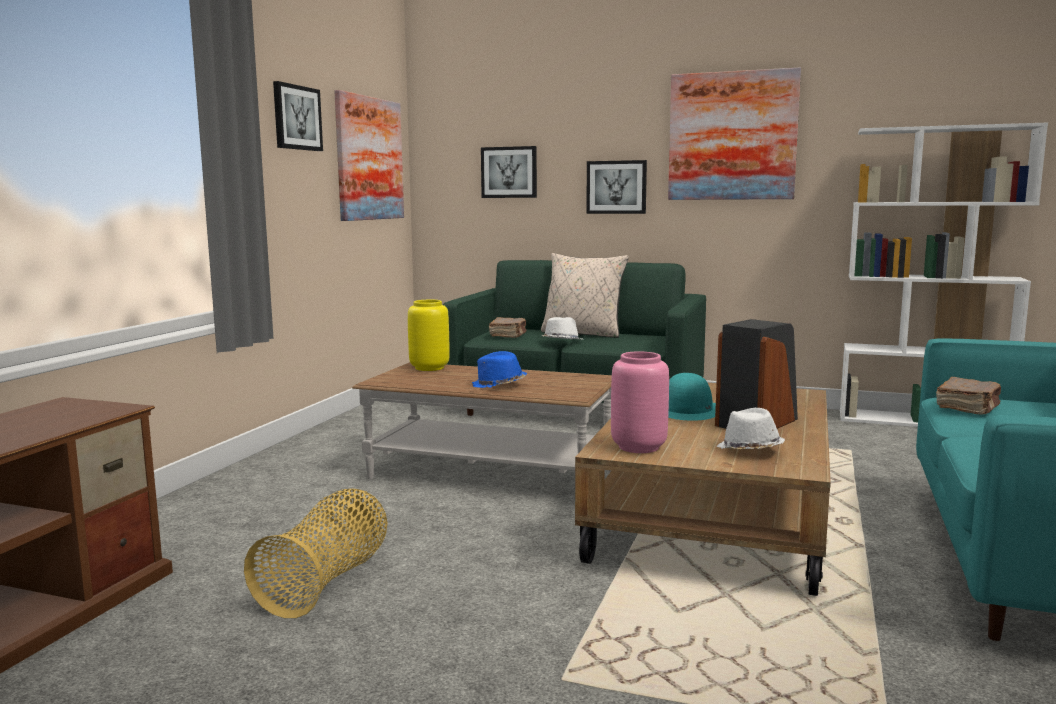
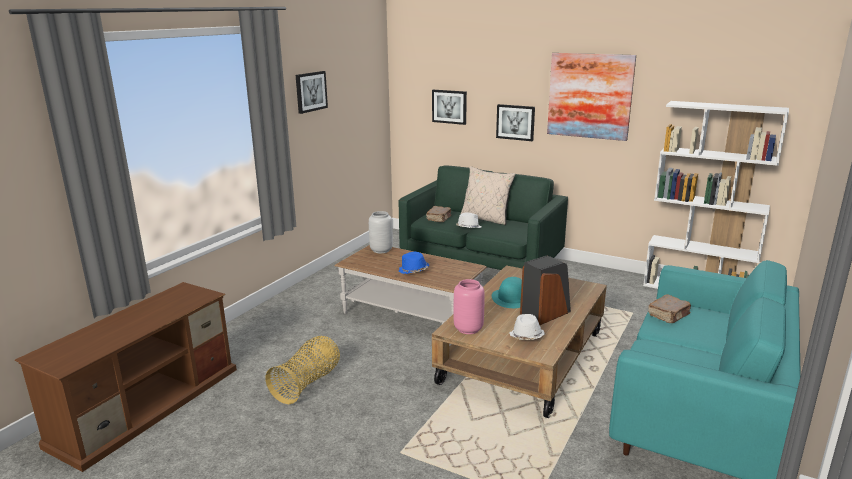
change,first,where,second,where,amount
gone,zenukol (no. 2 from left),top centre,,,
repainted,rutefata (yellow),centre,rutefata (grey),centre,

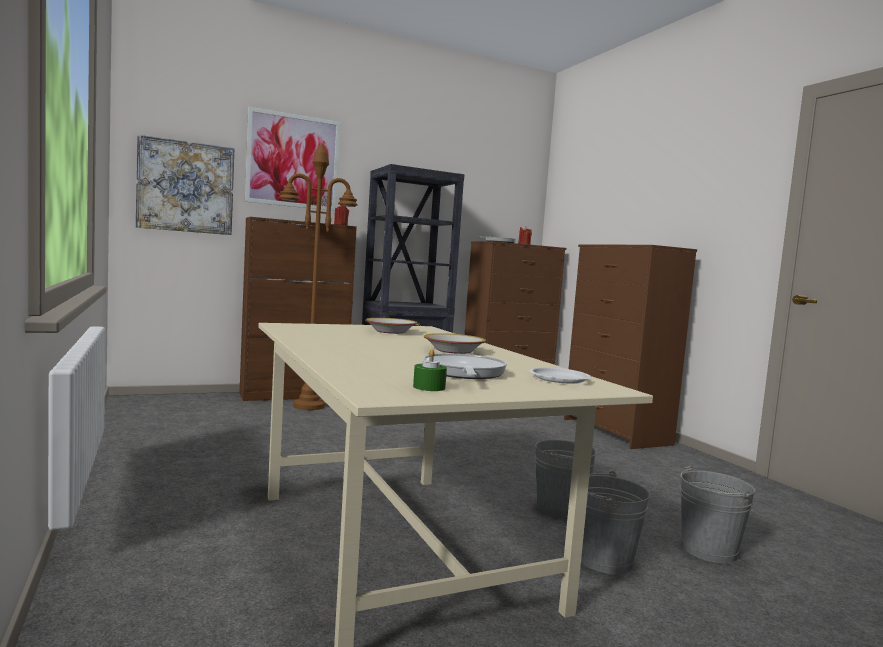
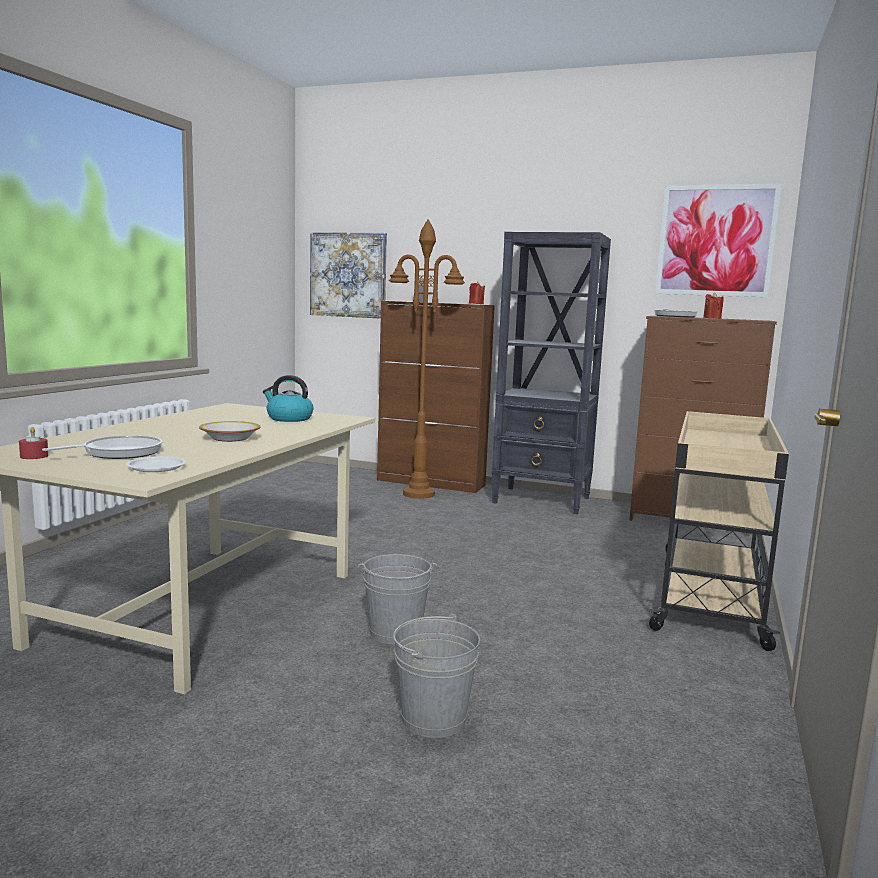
change,first,where,second,where,amount
shifted,zenukol (no. 2 from left),top left,,top right,
swapped,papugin (no. 1 from left),centre,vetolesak,middle left,
repainted,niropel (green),centre,niropel (red) (no. 1 from left),middle left,
swapped,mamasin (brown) (no. 2 from left),middle right,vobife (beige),middle right,
gone,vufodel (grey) (no. 2 from left),bottom right,,,

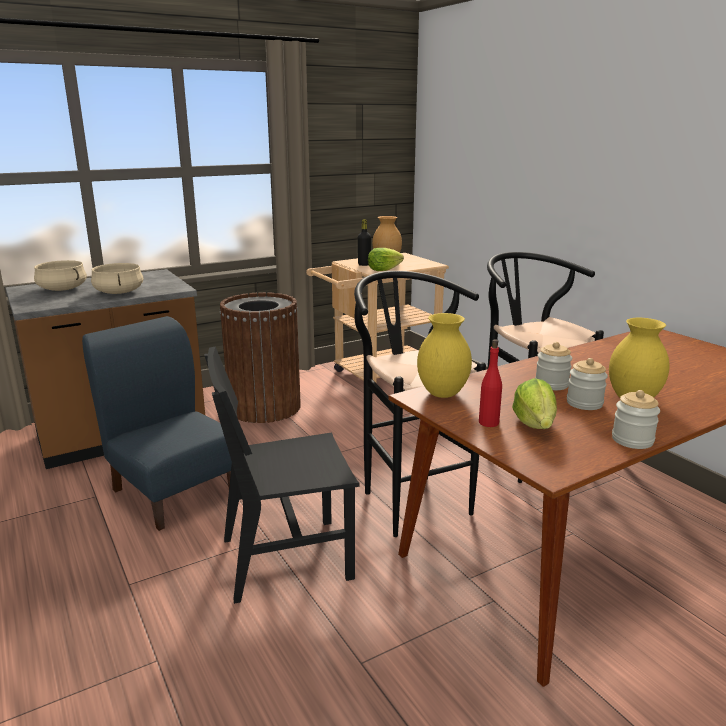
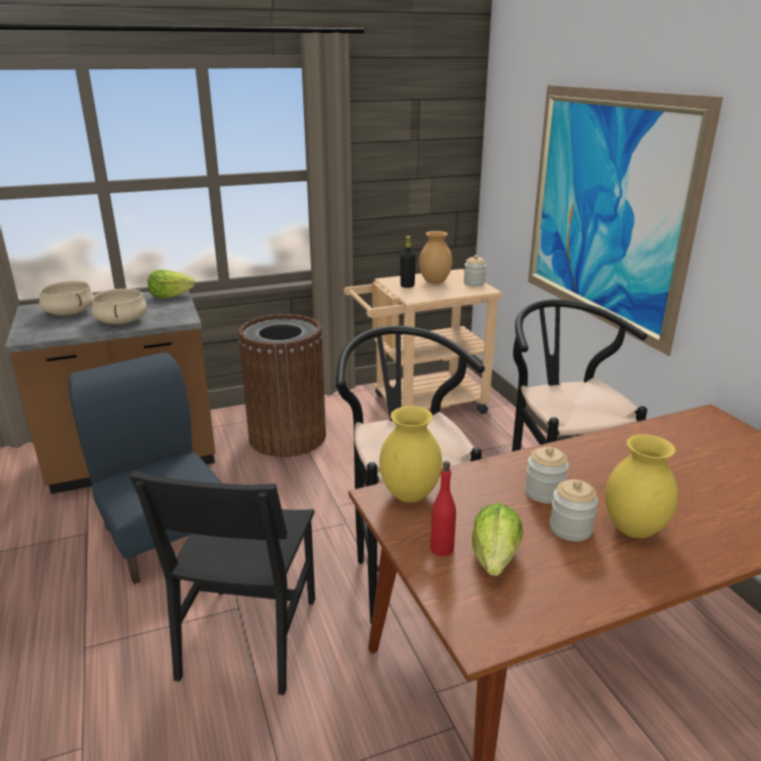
change,first,where,second,where,amount
rotated,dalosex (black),centre,,bottom left,75 degrees counterclockwise
shifted,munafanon (no. 1 from left),centre,,middle left,
shifted,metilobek (no. 3 from left in the first image),middle right,metilobek (no. 1 from left),centre,
new,,,zenukol,top right,

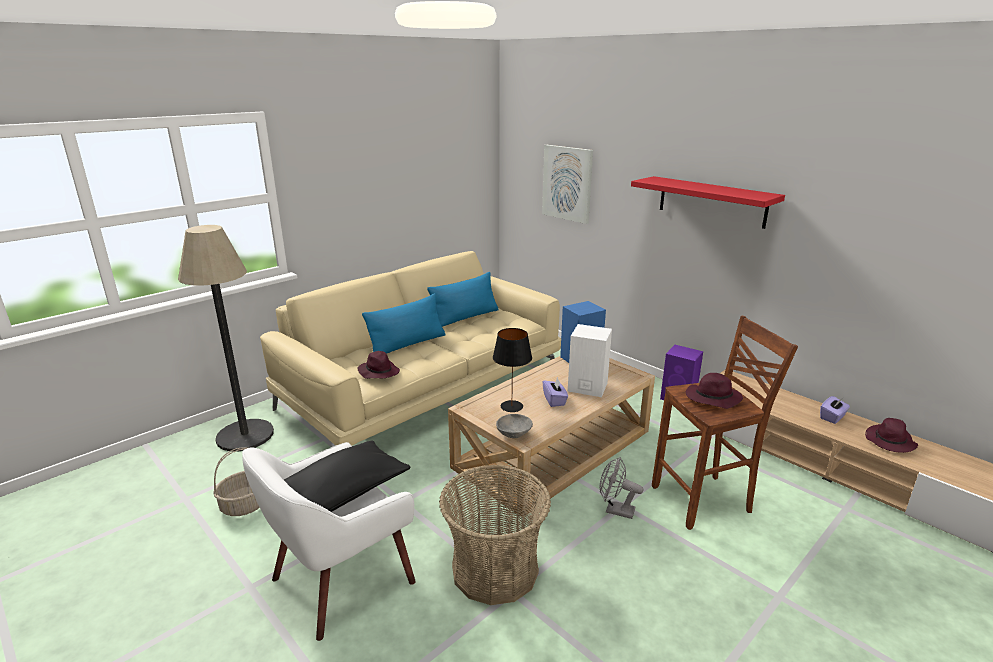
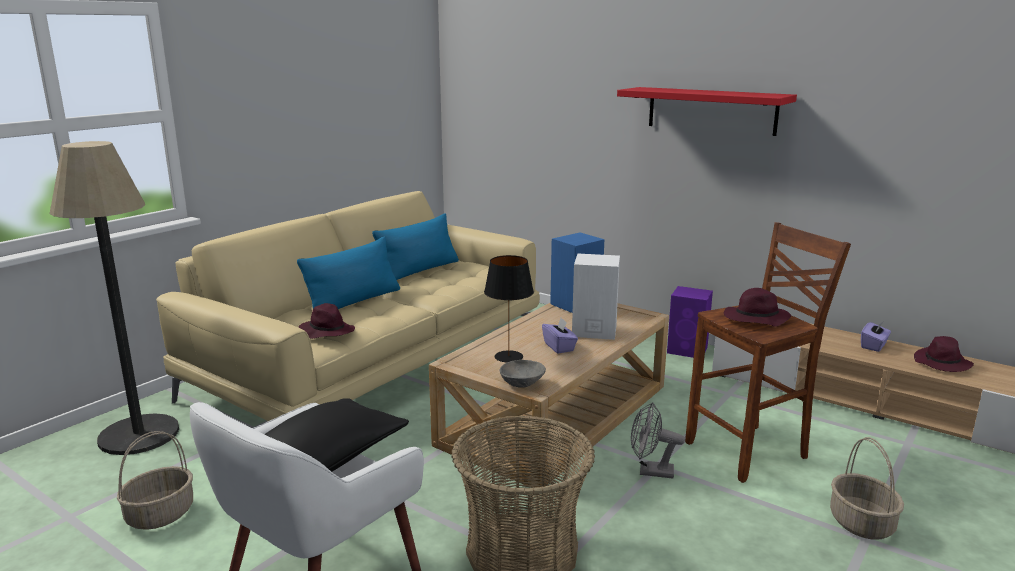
change,first,where,second,where,amount
gone,zenukol,top centre,,,
new,,,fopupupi (no. 3 from left),bottom right,

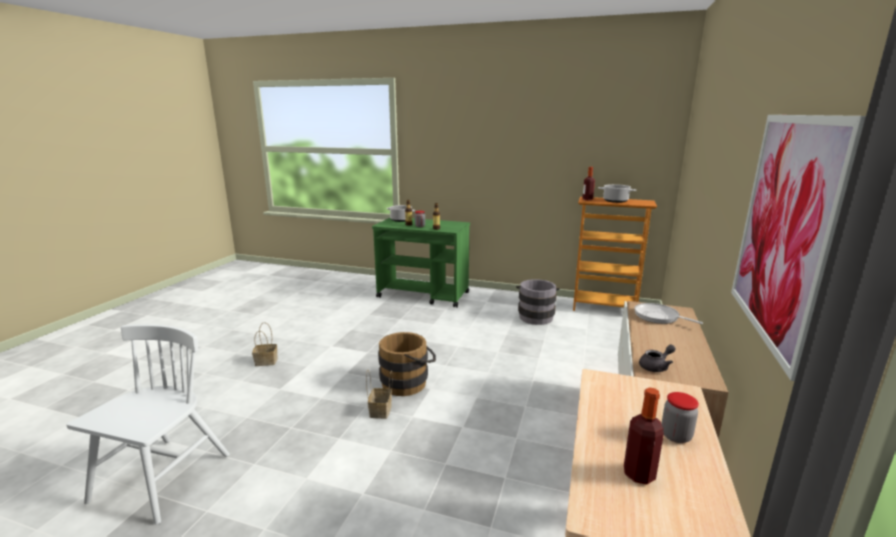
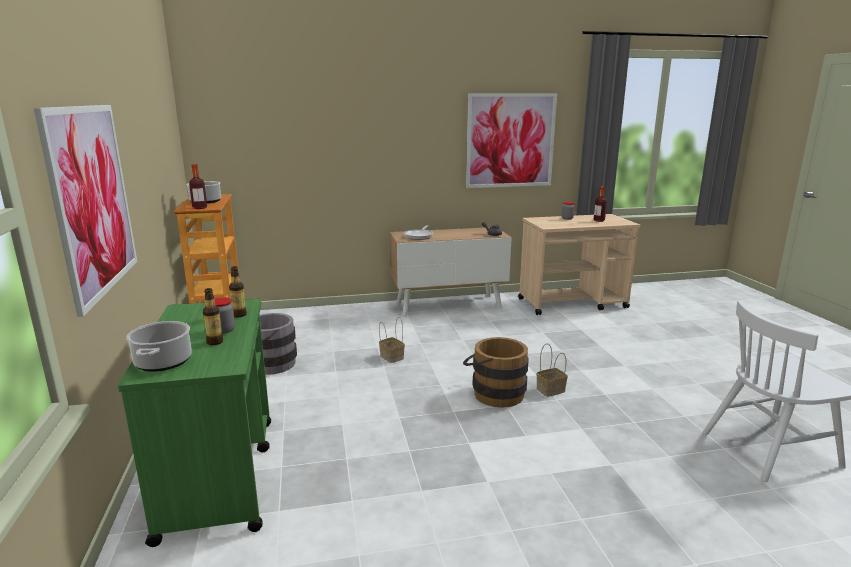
change,first,where,second,where,amount
shifted,fopupupi (no. 1 from left),middle left,,centre,
new,,,zenukol (no. 1 from left),middle left,

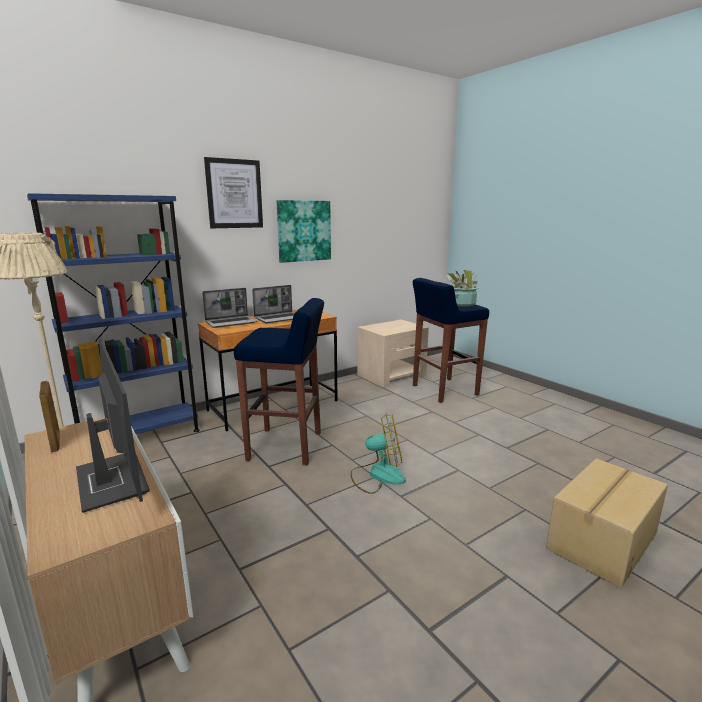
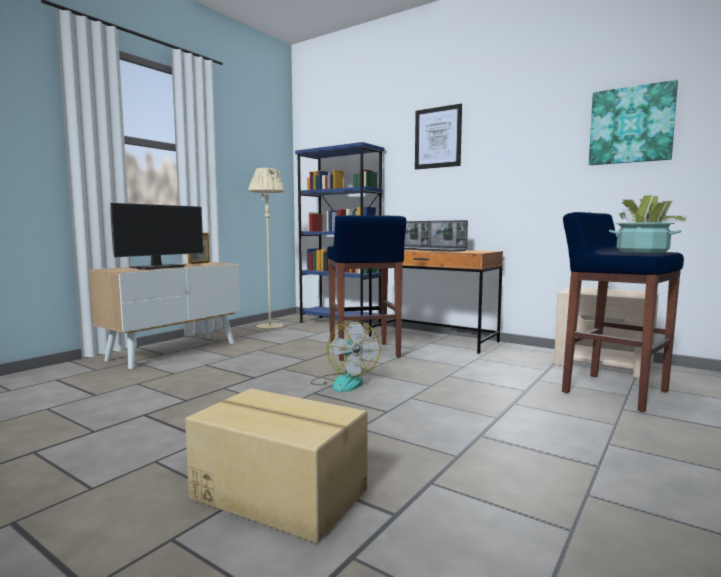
change,first,where,second,where,amount
shifted,zenukol (no. 2 from left),top centre,,top right,

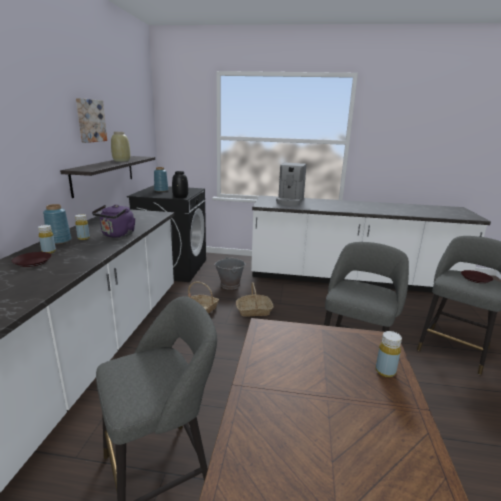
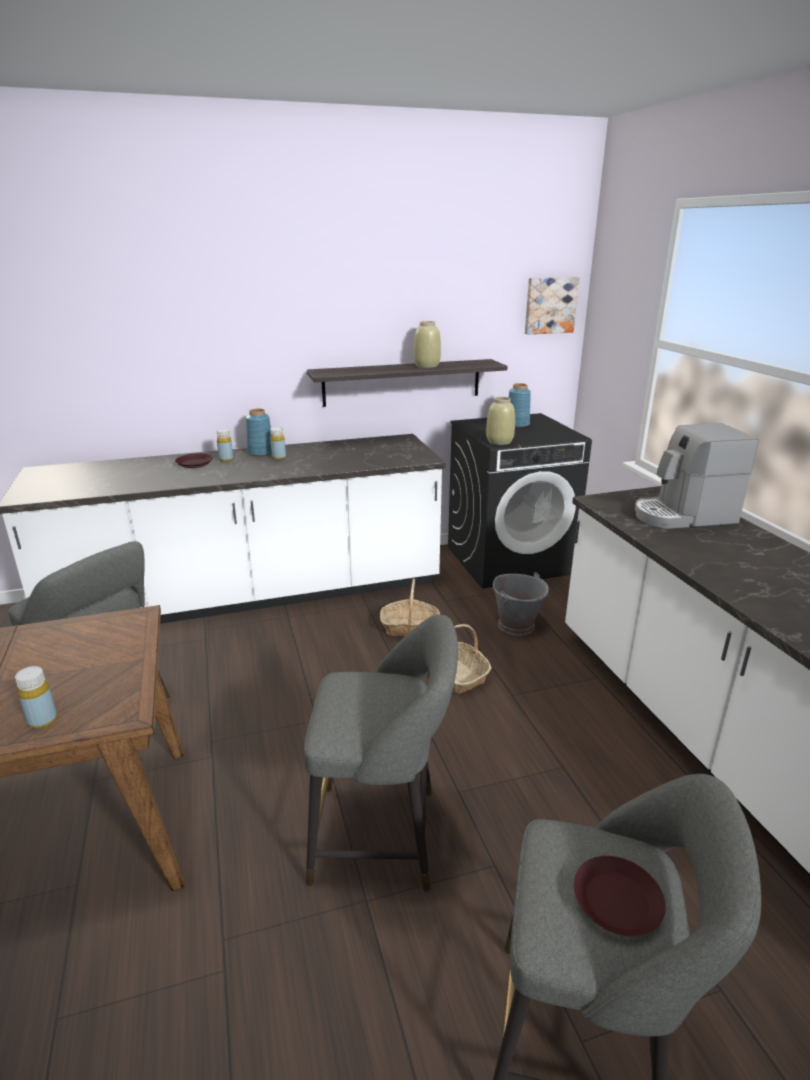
change,first,where,second,where,amount
shifted,zenukol,top left,,top right,
gone,vetolesak (purple),middle left,,,
repainted,rutefata (black),centre,rutefata (beige) (no. 2 from left),centre,

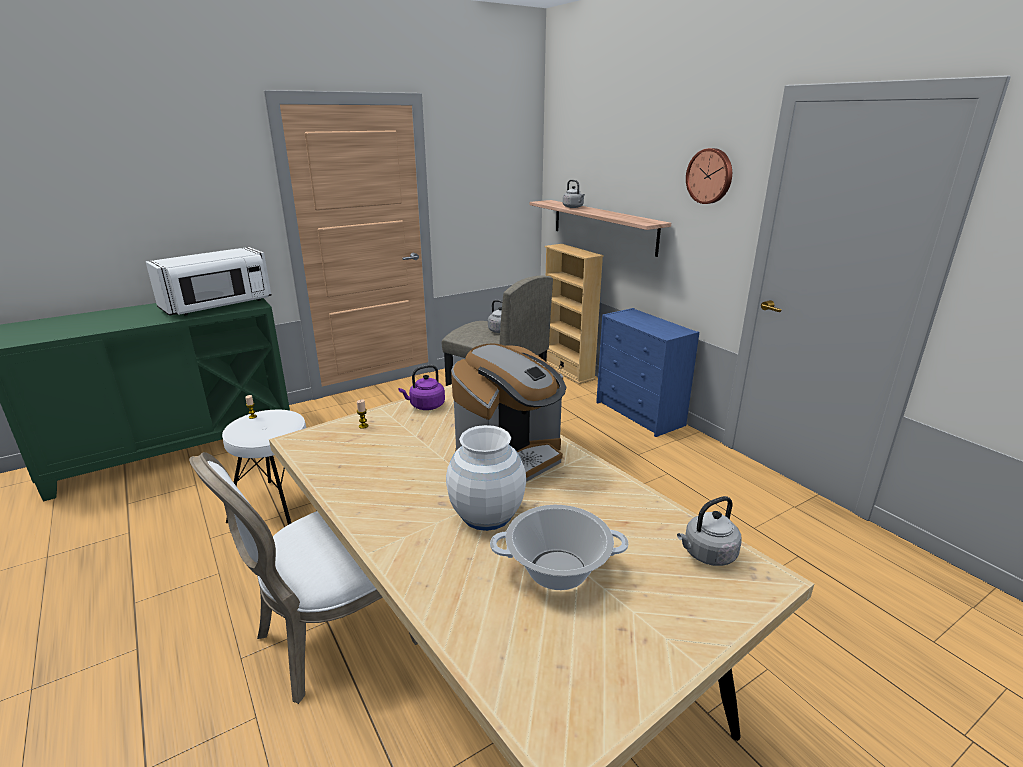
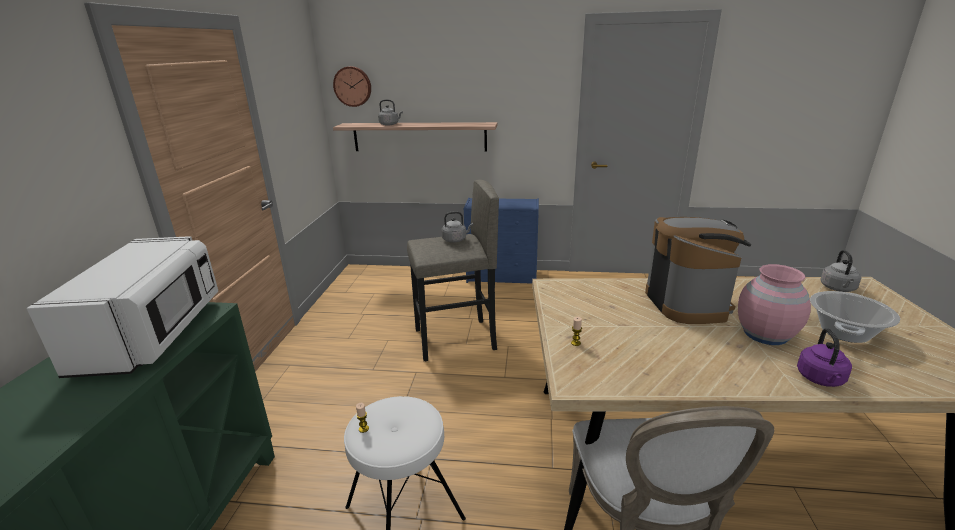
change,first,where,second,where,amount
shifted,vetolesak (purple),centre,,bottom right,
repainted,rutefata (white),centre,rutefata (pink),middle right,
gone,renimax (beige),centre,,,
shifted,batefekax,top right,,top centre,

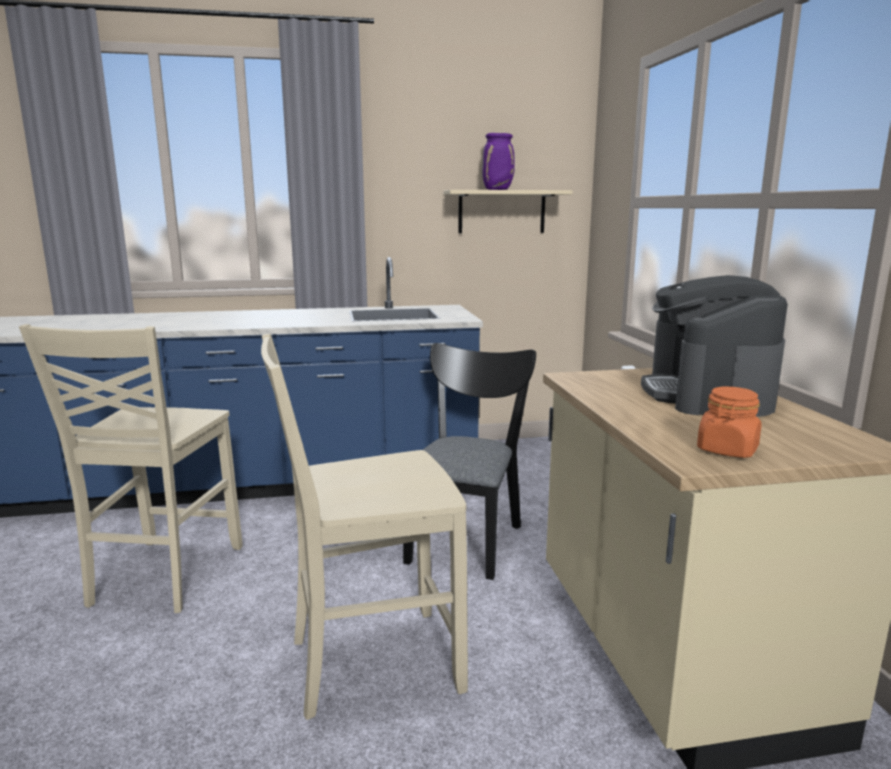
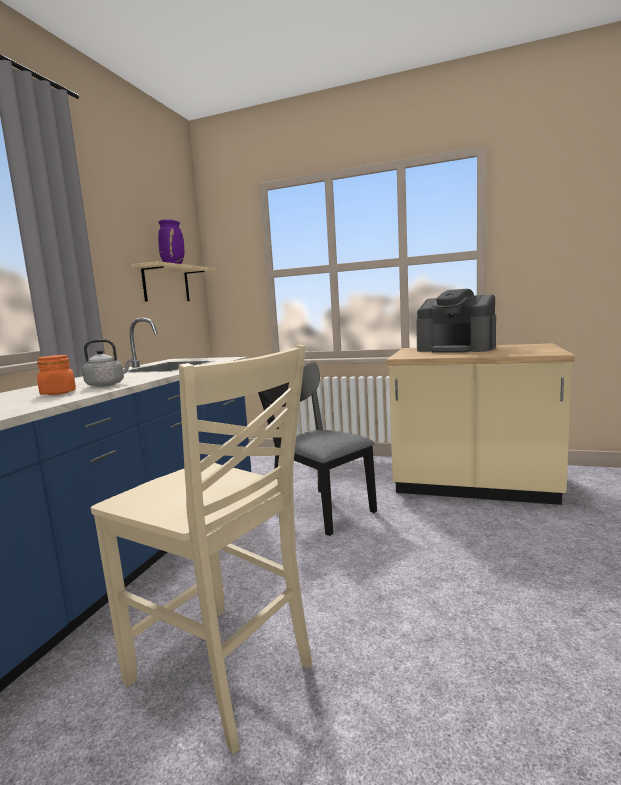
change,first,where,second,where,amount
gone,dalosex (beige) (no. 2 from left),bottom centre,,,
shifted,metilobek (orange),middle right,,middle left,
new,,,vetolesak (grey),middle left,

